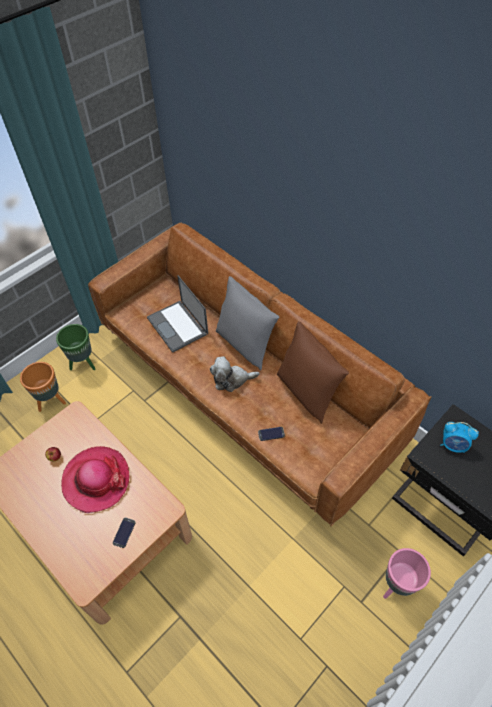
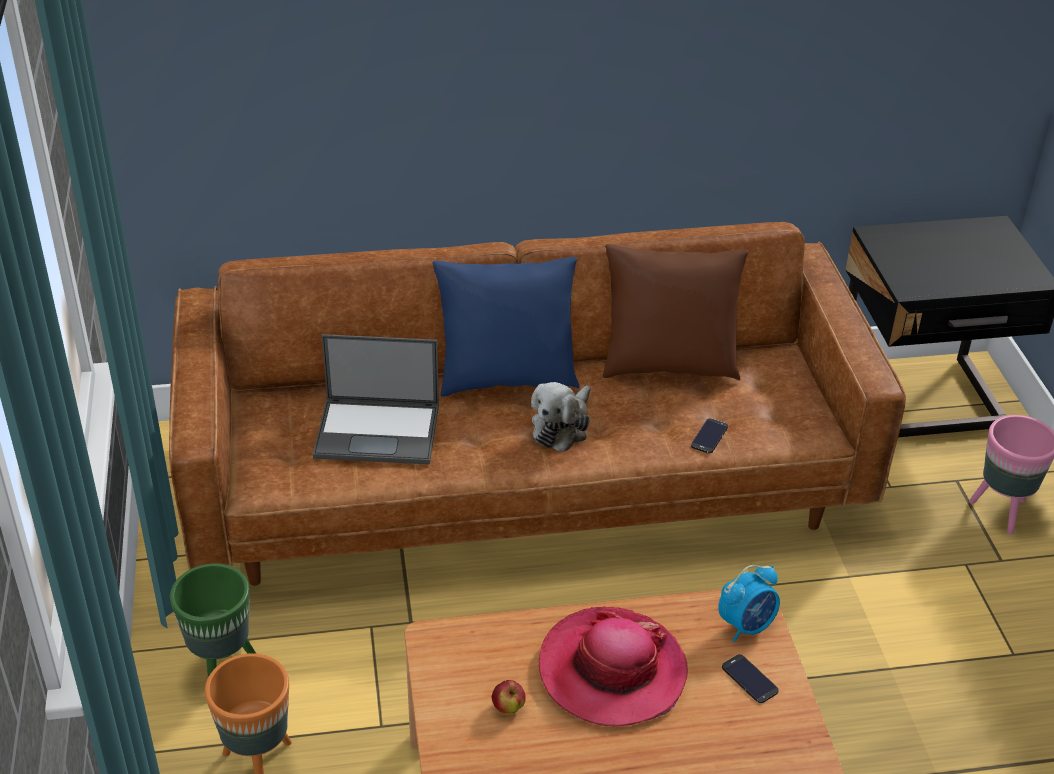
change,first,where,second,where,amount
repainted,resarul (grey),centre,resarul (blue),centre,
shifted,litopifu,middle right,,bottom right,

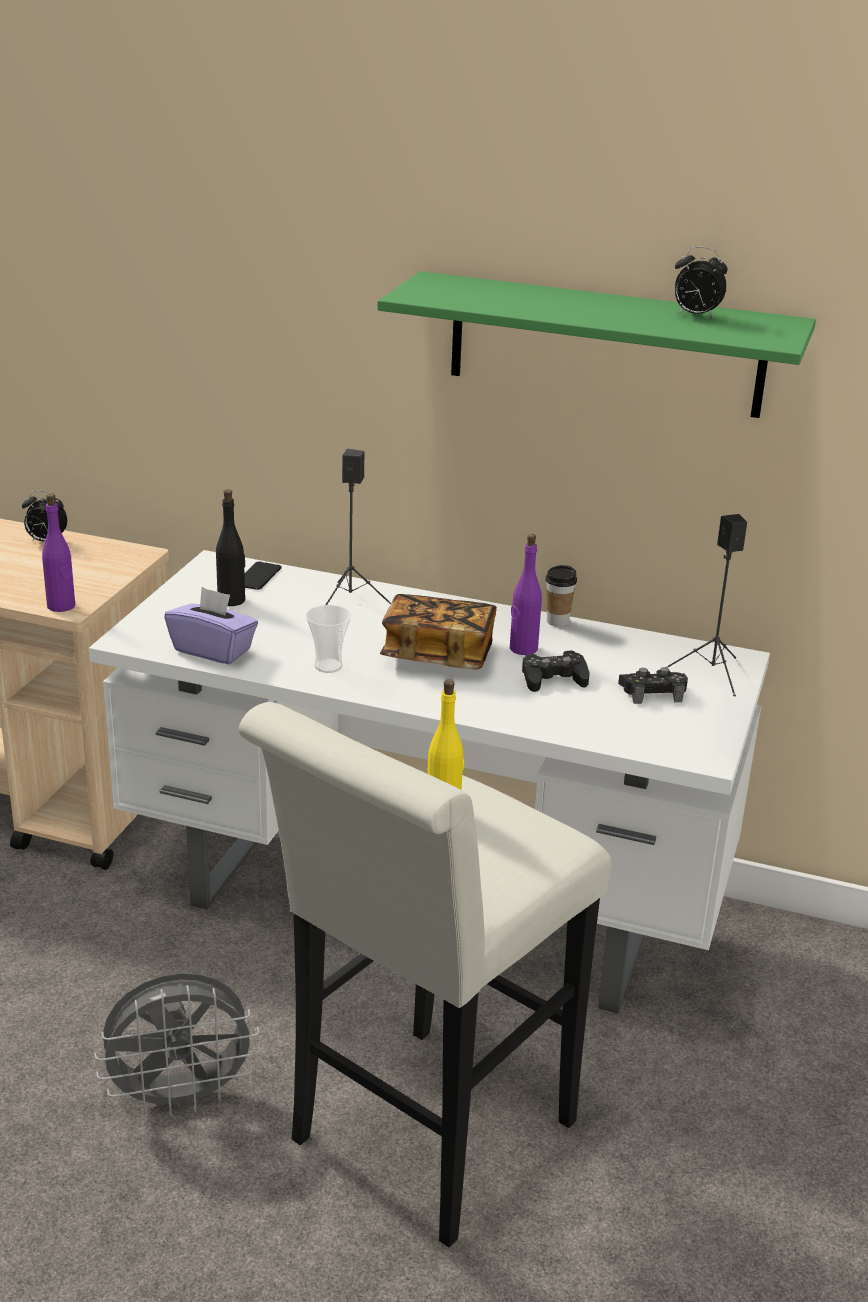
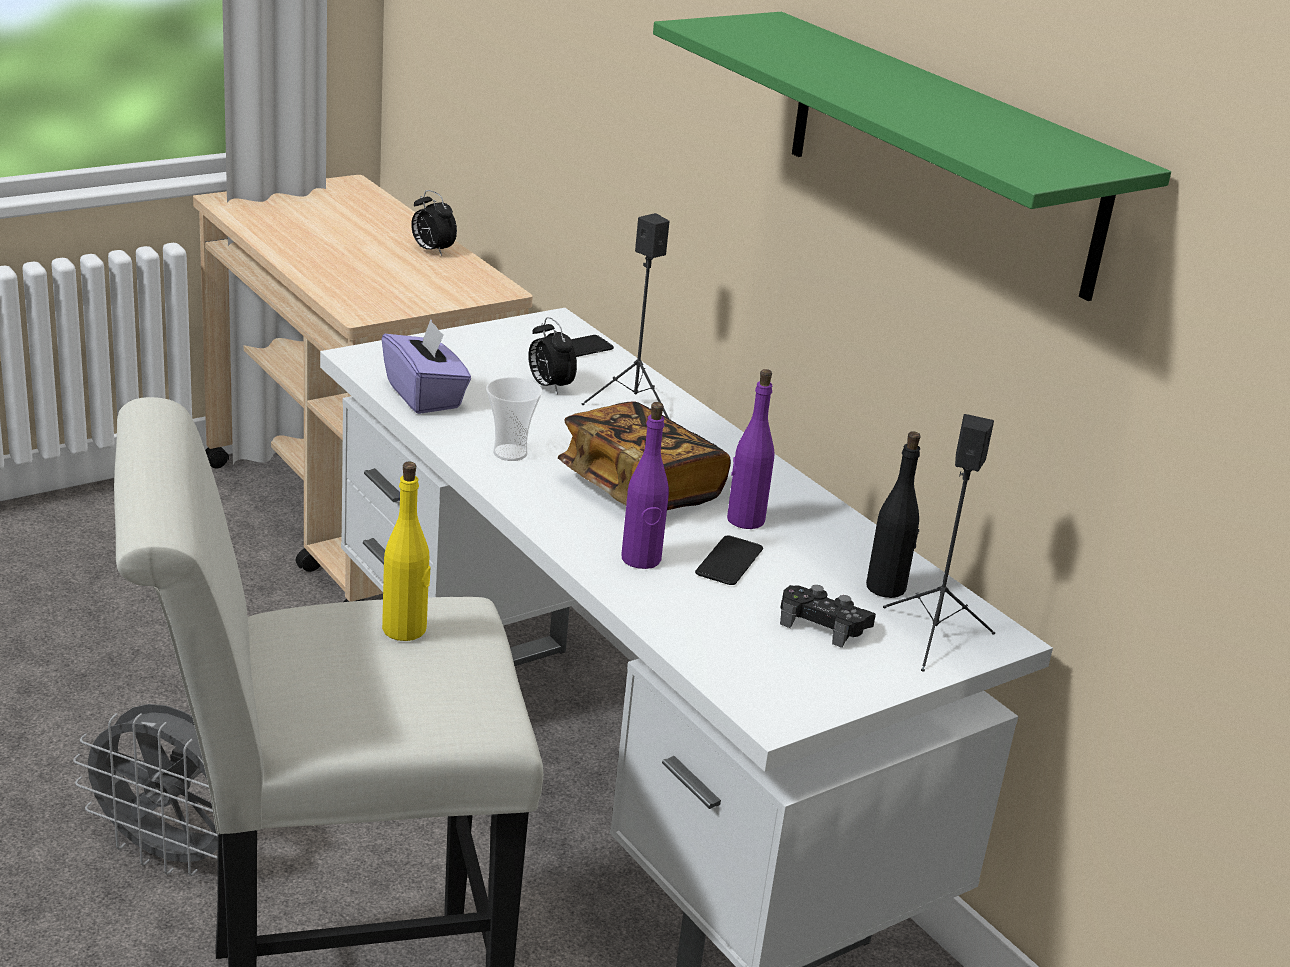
change,first,where,second,where,amount
shifted,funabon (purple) (no. 1 from left),middle left,,centre,
shifted,funabon (black),middle left,,middle right,
swapped,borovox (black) (no. 1 from left),centre,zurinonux (no. 2 from left),centre,
gone,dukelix (no. 2 from left),centre,,,
shifted,litopifu (no. 2 from left),top right,,centre,

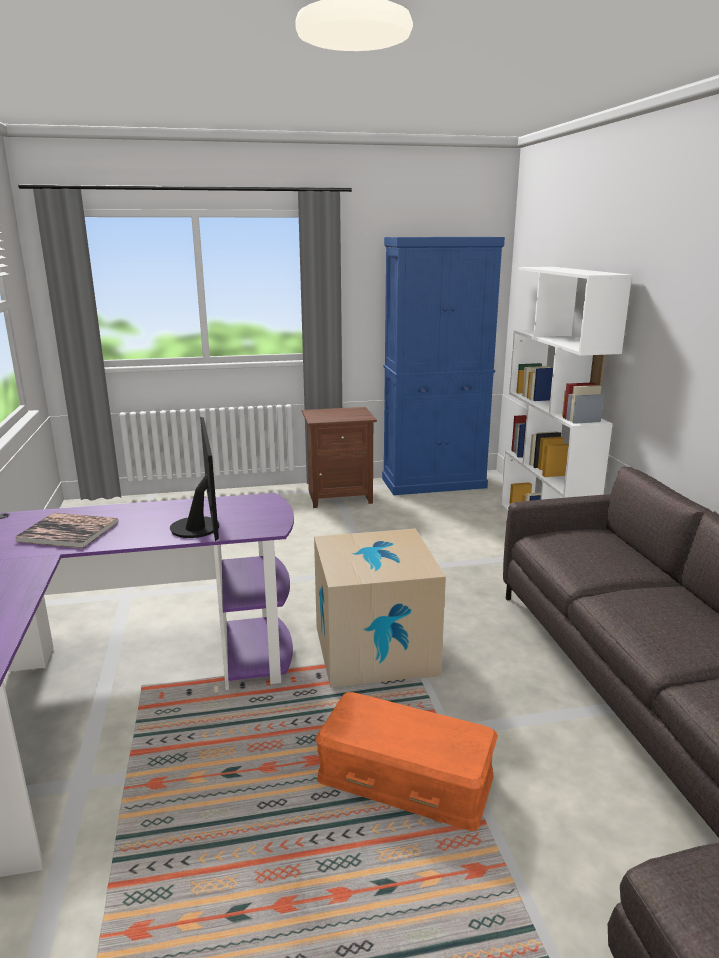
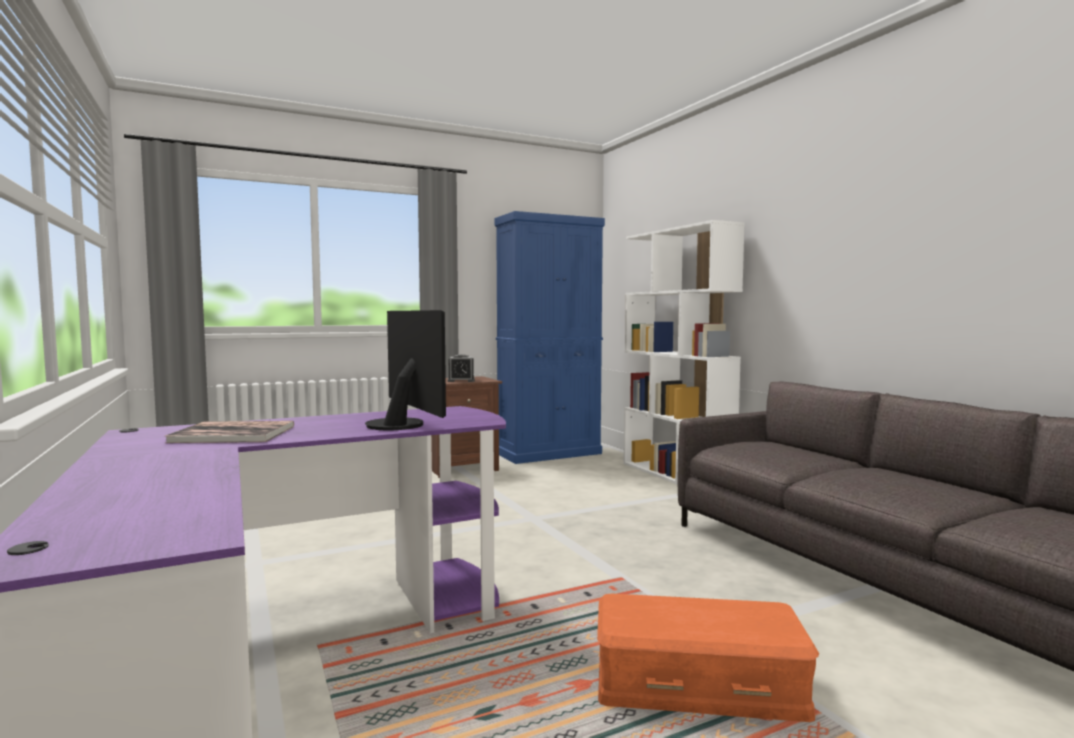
change,first,where,second,where,amount
gone,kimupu,centre,,,
new,,,litopifu,centre,

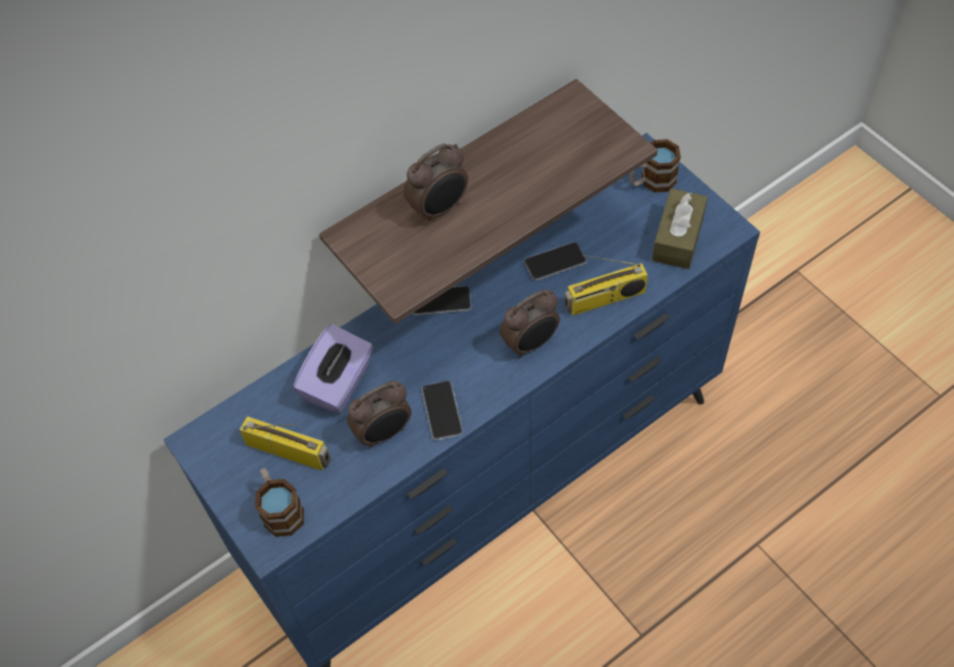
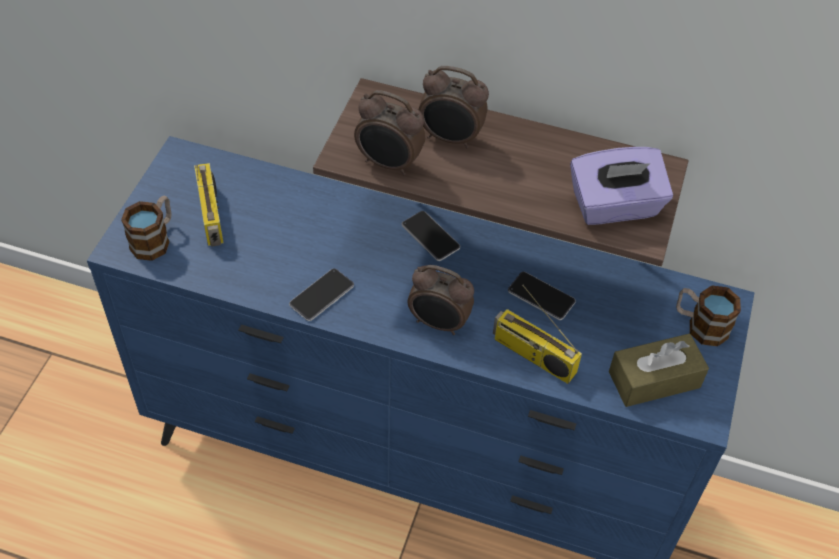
change,first,where,second,where,amount
shifted,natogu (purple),centre,,top right,
shifted,litopifu (no. 1 from left),centre,,top centre,

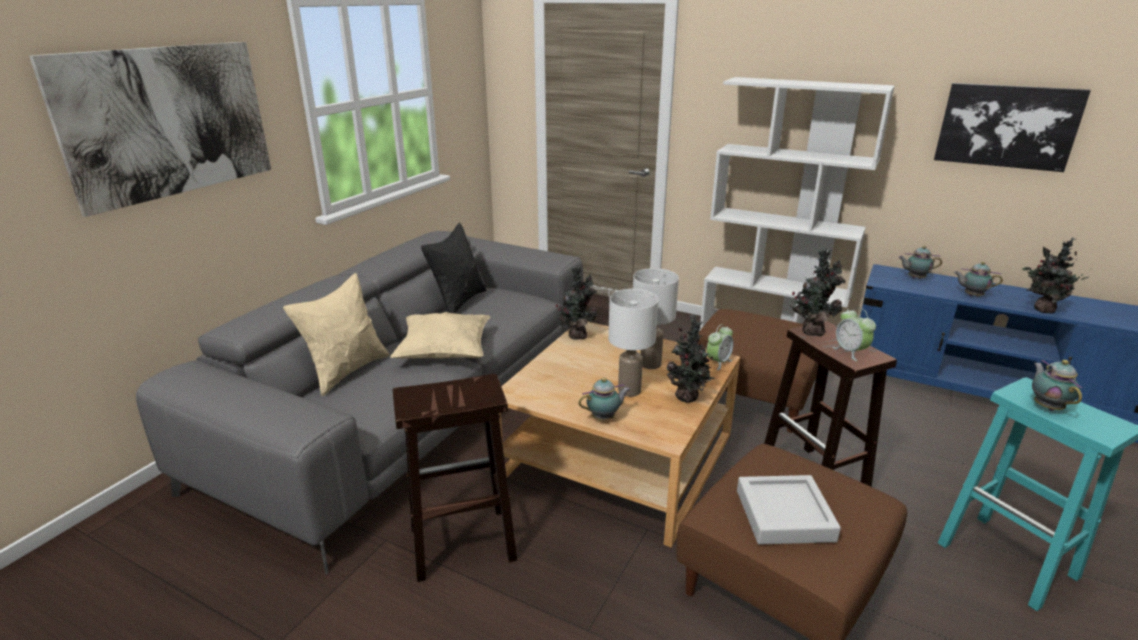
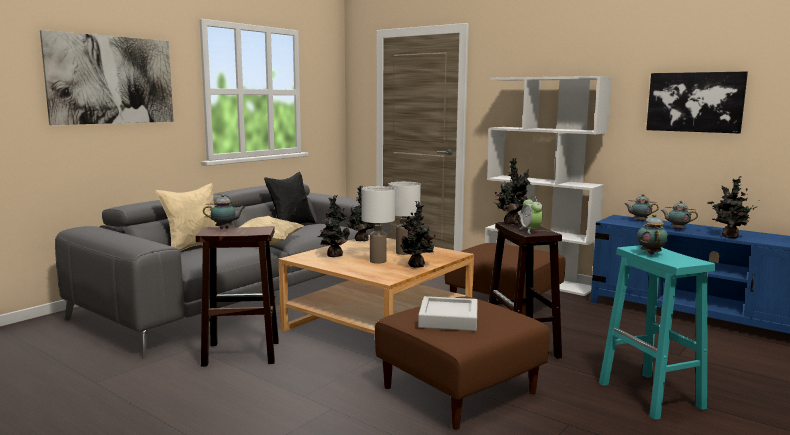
change,first,where,second,where,amount
shifted,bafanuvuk (no. 1 from left),centre,,middle left,
gone,litopifu (no. 1 from left),centre,,,
new,,,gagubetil (no. 1 from left),centre,

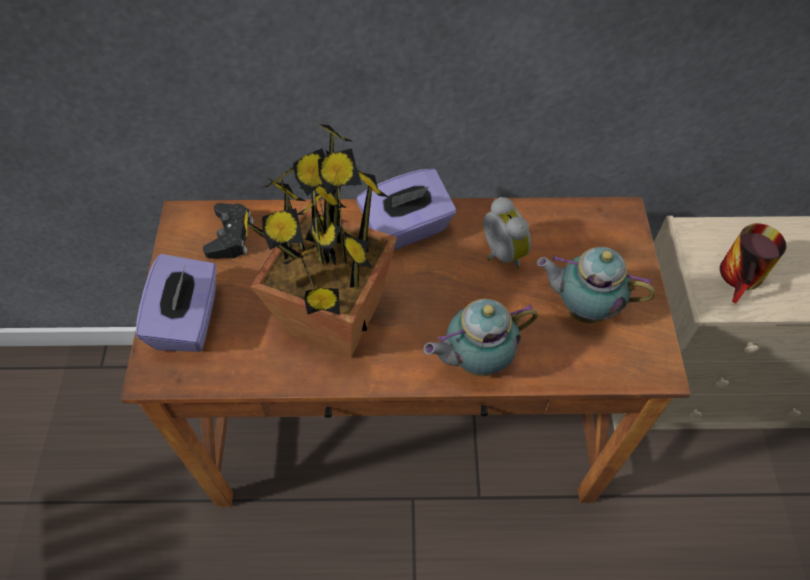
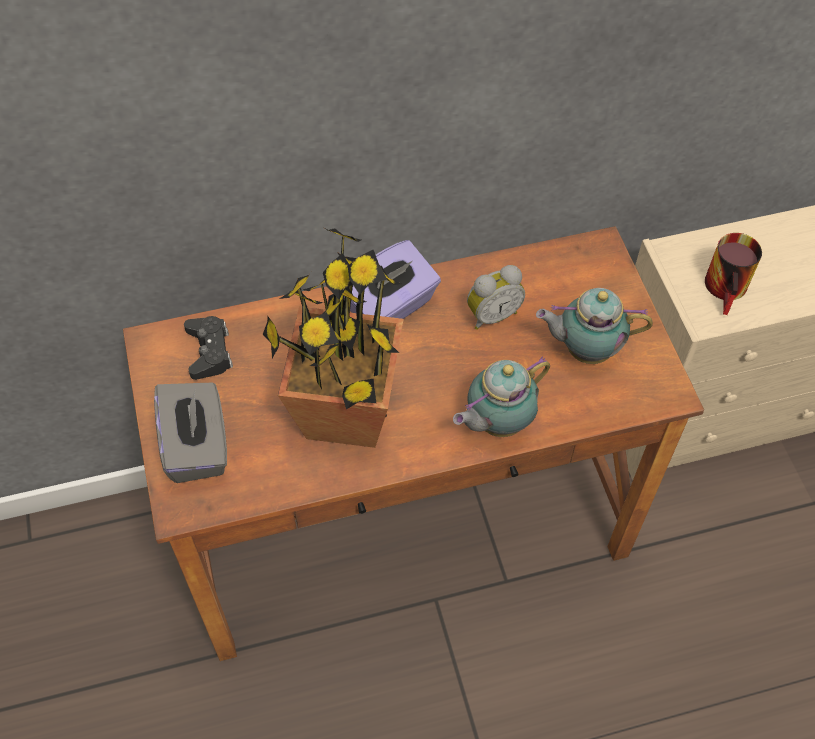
change,first,where,second,where,amount
repainted,natogu (purple) (no. 1 from left),middle left,natogu (grey),middle left,
rotated,litopifu,centre,,centre,105 degrees clockwise

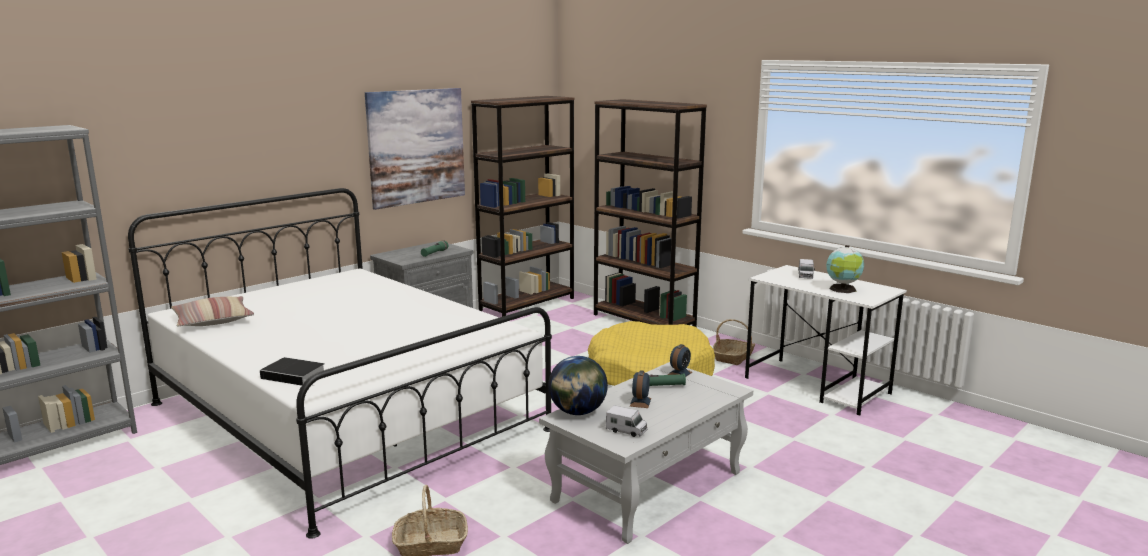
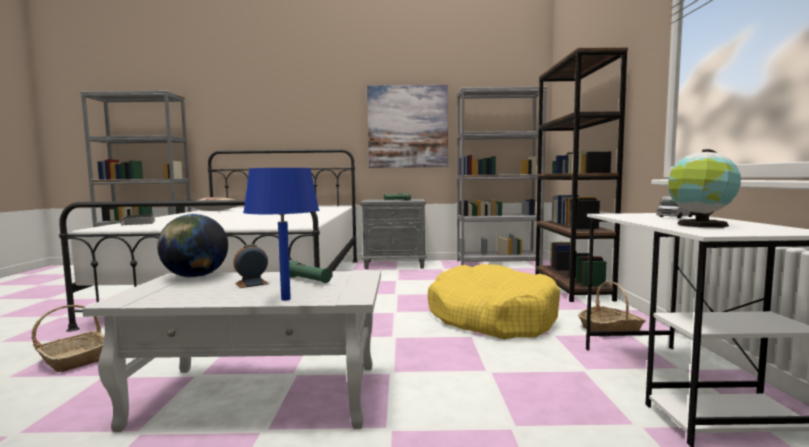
change,first,where,second,where,amount
repainted,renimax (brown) (no. 1 from left),centre,renimax (grey) (no. 2 from left),centre,
gone,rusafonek (no. 1 from left),bottom centre,,,
gone,litopifu (no. 2 from left),centre,,,
new,,,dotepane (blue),centre,

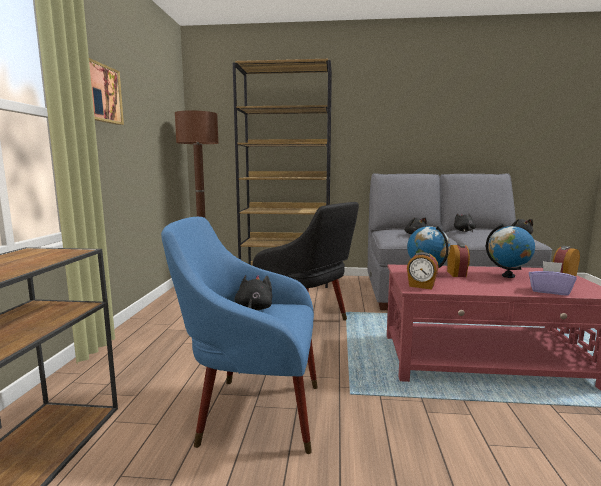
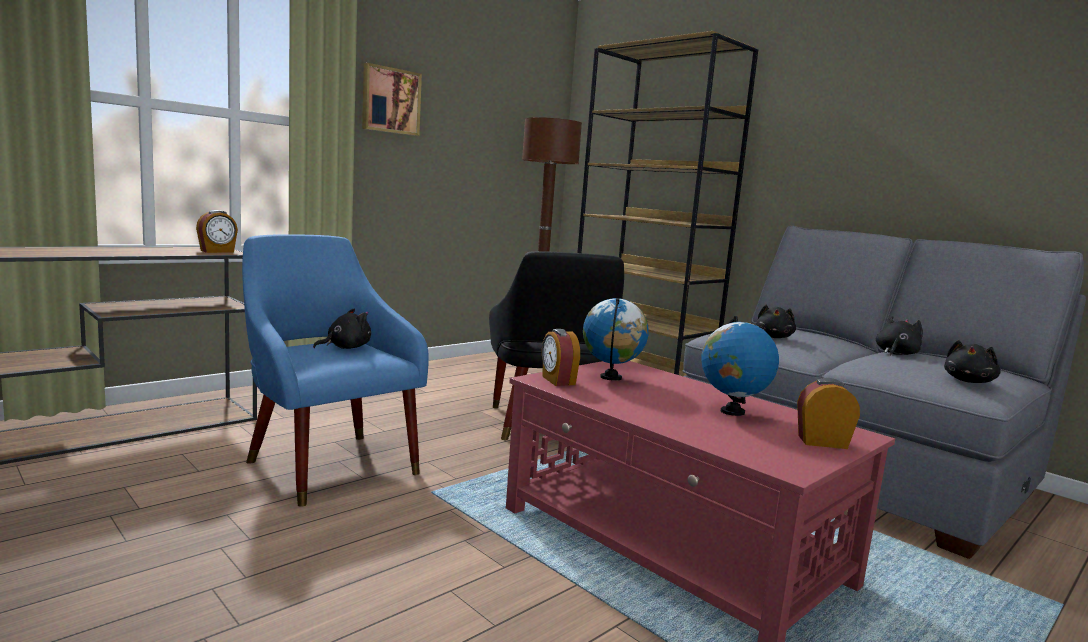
change,first,where,second,where,amount
shifted,litopifu (no. 2 from left in the first image),middle right,litopifu (no. 1 from left),middle left,
gone,natogu (purple),middle right,,,

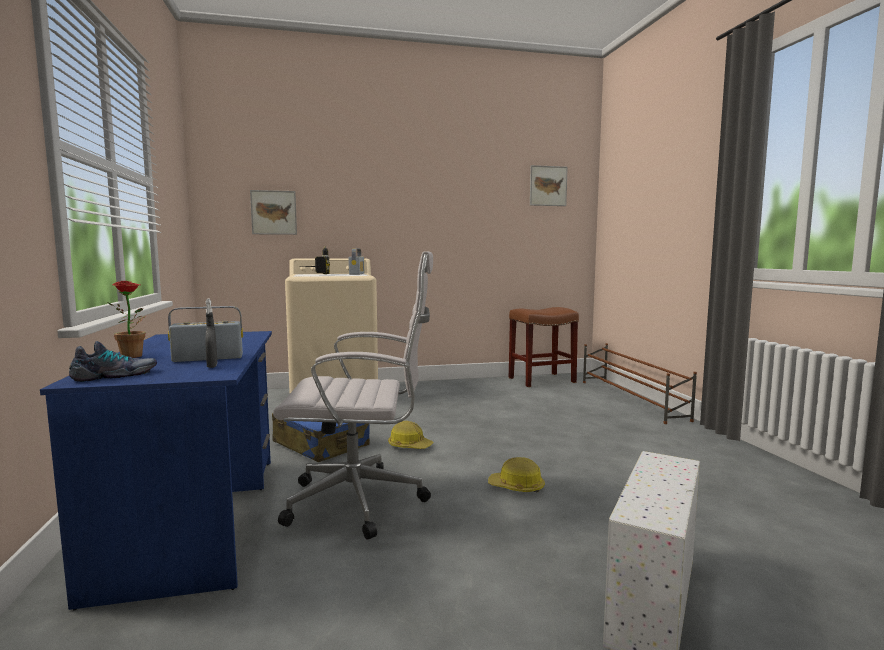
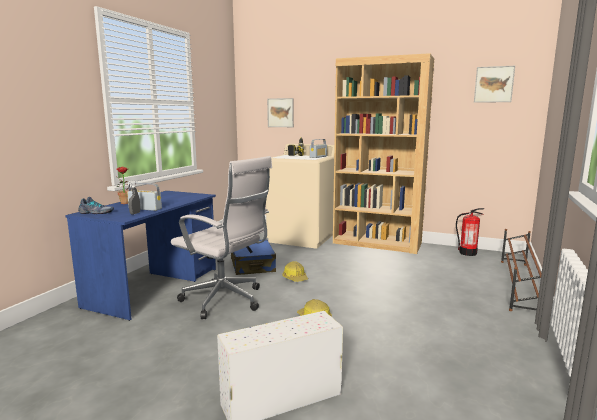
change,first,where,second,where,amount
swapped,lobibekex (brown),centre,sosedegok,middle right,
new,,,renimax (brown),centre,

